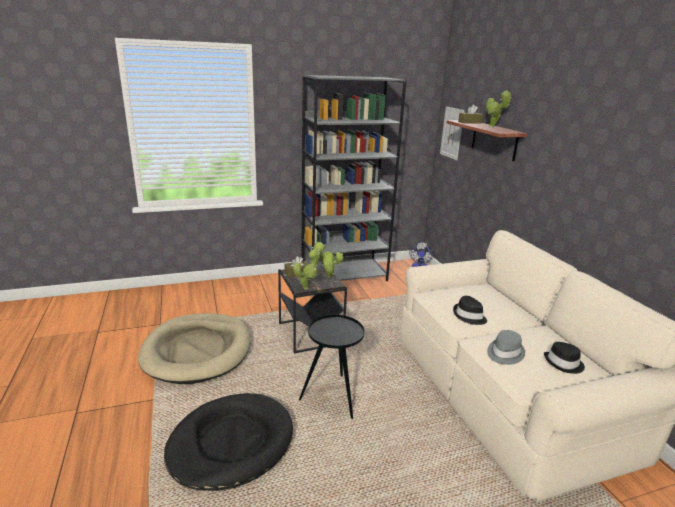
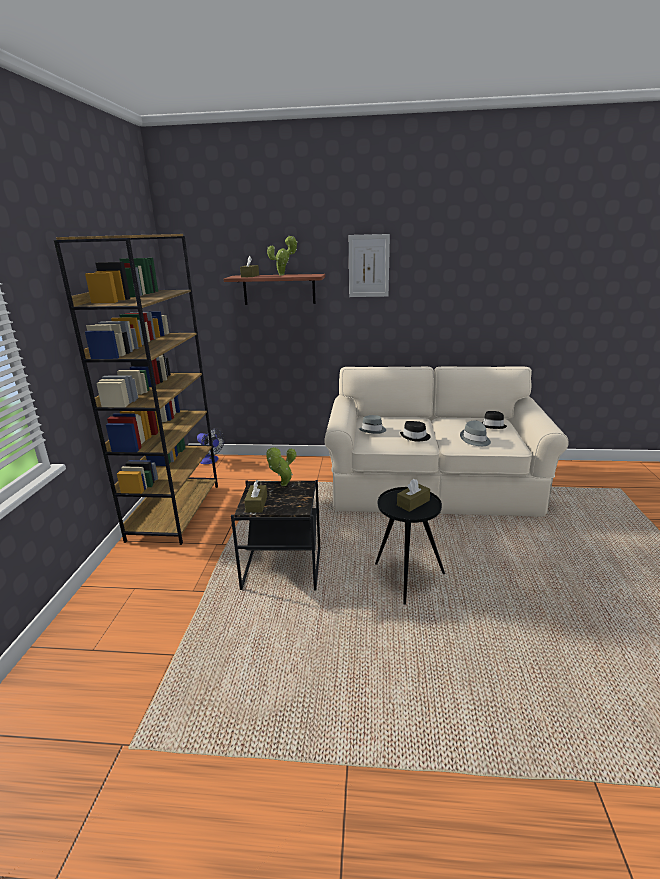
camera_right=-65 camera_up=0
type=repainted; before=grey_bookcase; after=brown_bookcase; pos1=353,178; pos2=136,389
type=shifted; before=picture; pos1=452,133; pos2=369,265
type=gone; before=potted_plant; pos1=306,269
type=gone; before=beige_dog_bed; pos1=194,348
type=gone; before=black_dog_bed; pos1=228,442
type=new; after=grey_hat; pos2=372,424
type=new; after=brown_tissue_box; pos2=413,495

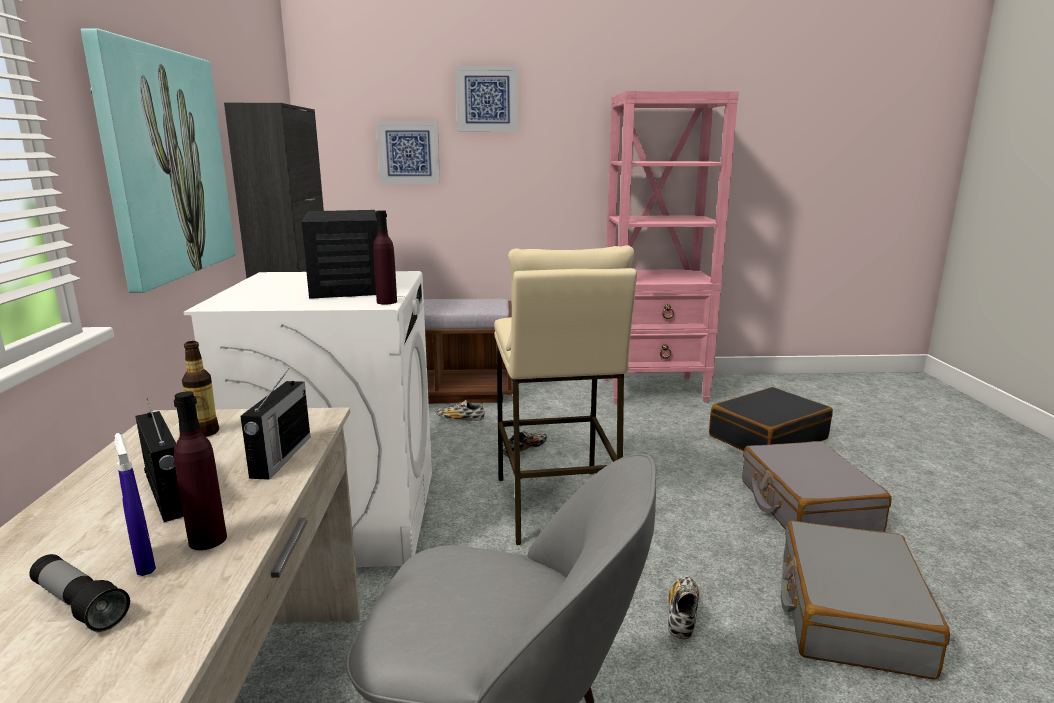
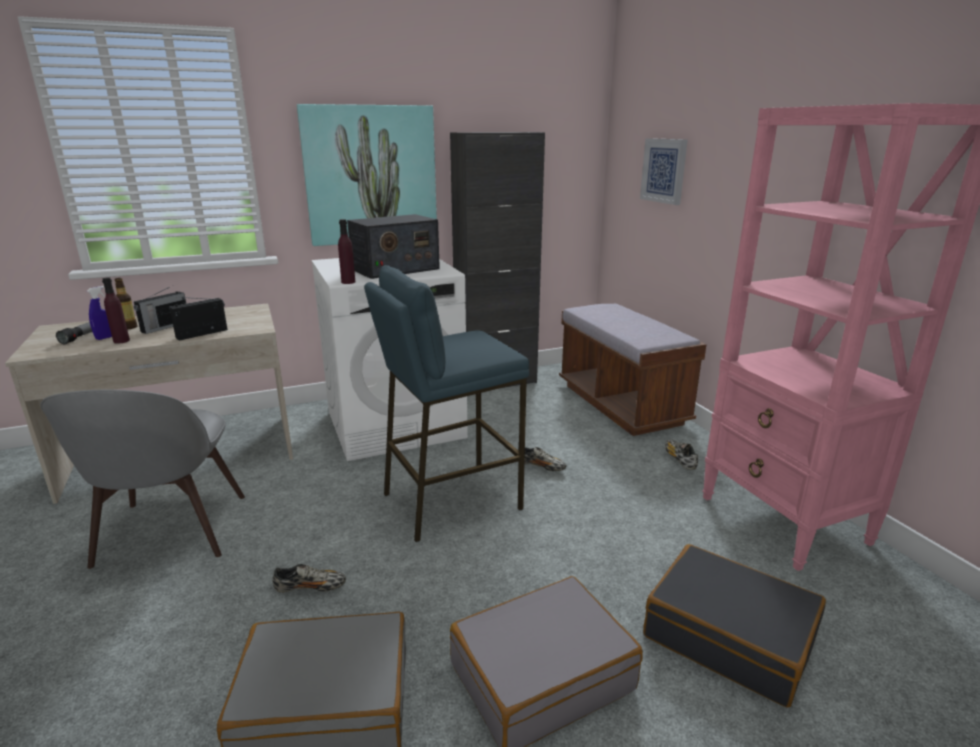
camera_right=70 camera_up=5
type=gone; before=picture; pos1=486,99
type=repainted; before=beige_stool; after=blue_stool; pos1=565,395; pos2=446,403
type=shifted; before=bottle; pos1=200,389; pos2=125,303
type=rotated; before=radio; pos1=276,424; pos2=198,319; turn=150
type=shifted; before=shoe; pos1=460,410; pos2=681,454

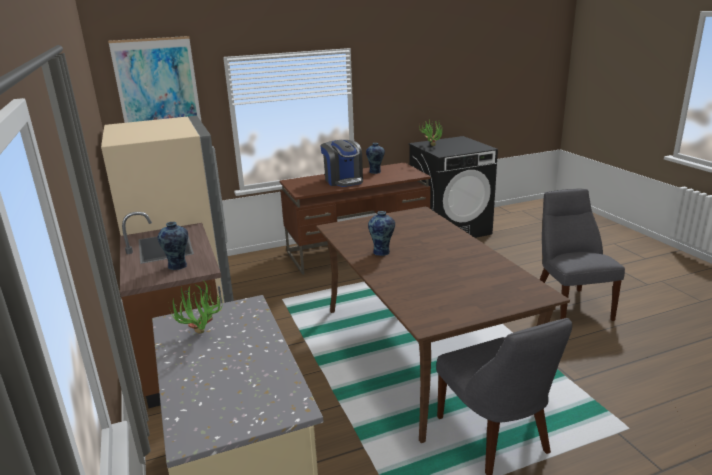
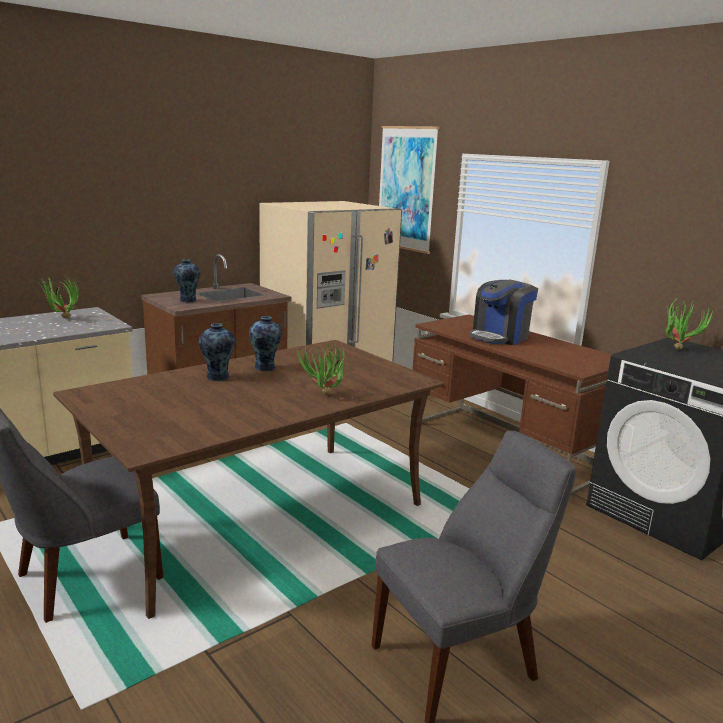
camera_right=70 camera_up=-5
type=shifted; before=vase; pos1=375,158; pos2=217,352
type=new; after=potted_plant; pos2=321,368

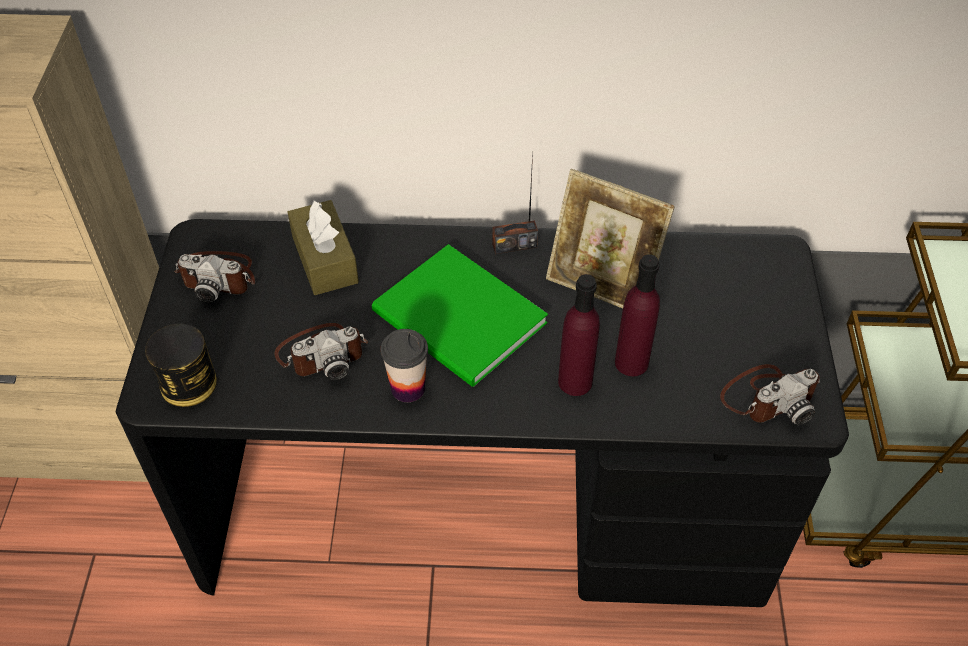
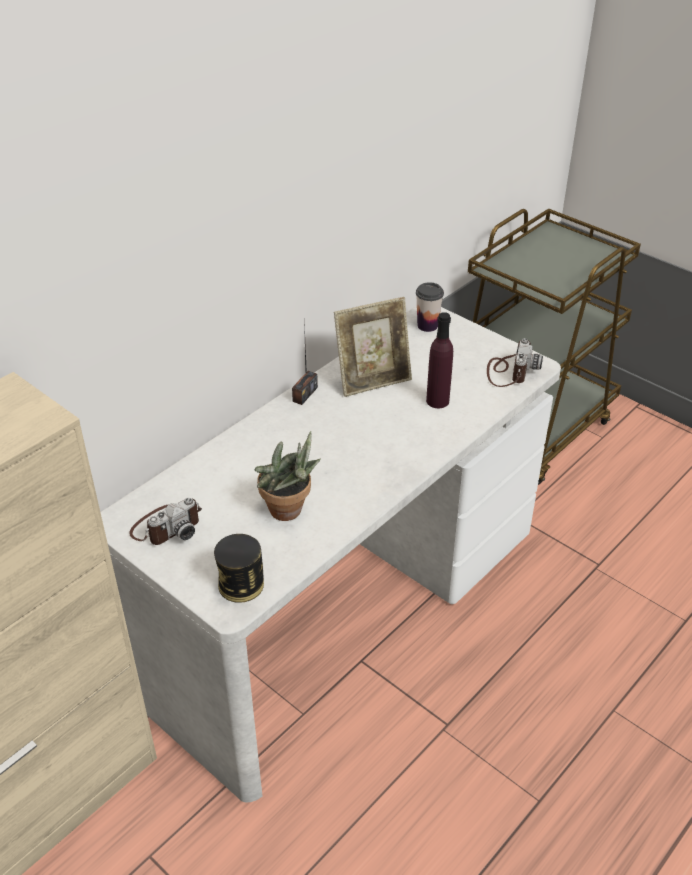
camera_right=-50 camera_up=-10
type=gone; before=brown_tissue_box; pos1=323,247
type=repainted; before=black_desk; after=white_desk; pos1=482,413; pos2=331,554
type=gone; before=green_book; pos1=460,315
type=gone; before=purple_bottle; pos1=579,335
type=swapped; before=photo_camera; after=potted_plant; pos1=321,351; pos2=287,476
type=shifted; before=cup; pos1=404,365; pos2=430,307

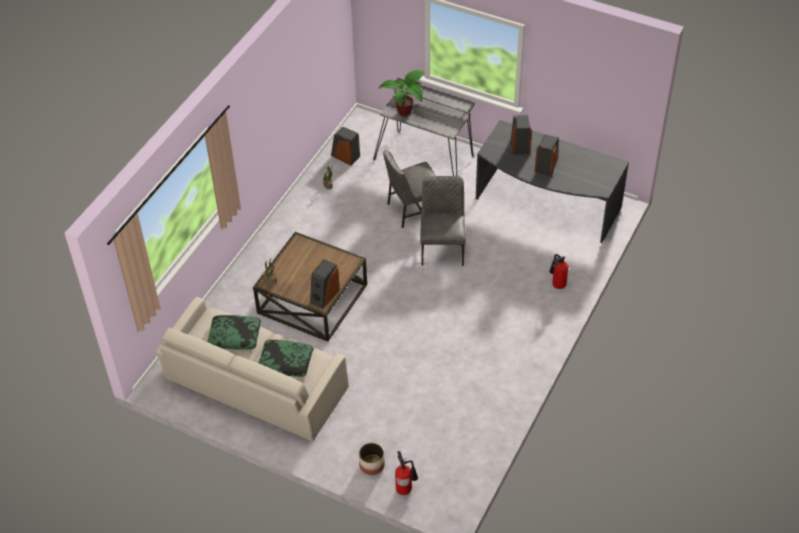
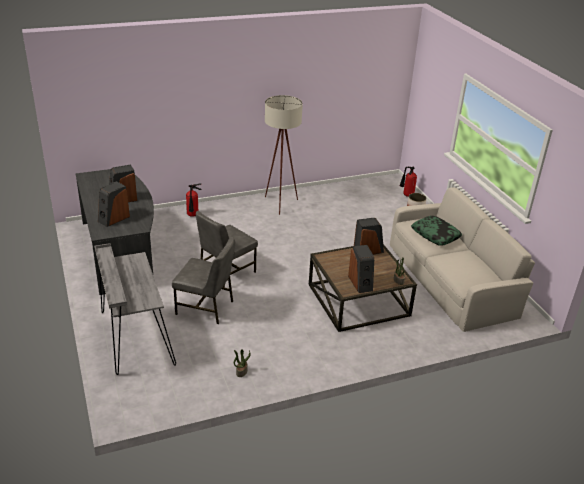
camera_right=-140 camera_up=-15
type=gone; before=potted_plant; pos1=402,93
type=shifted; before=speaker; pos1=345,146; pos2=361,269
type=gone; before=pillow; pos1=234,332
type=new; after=beige_floor_lamp; pos2=284,155

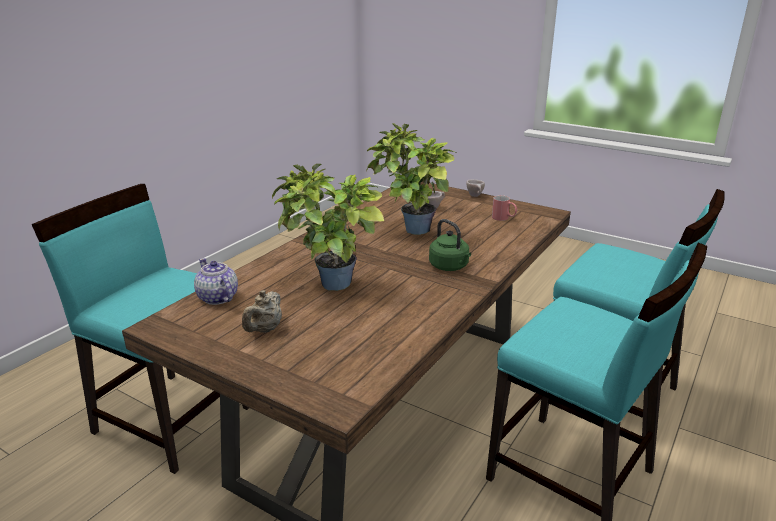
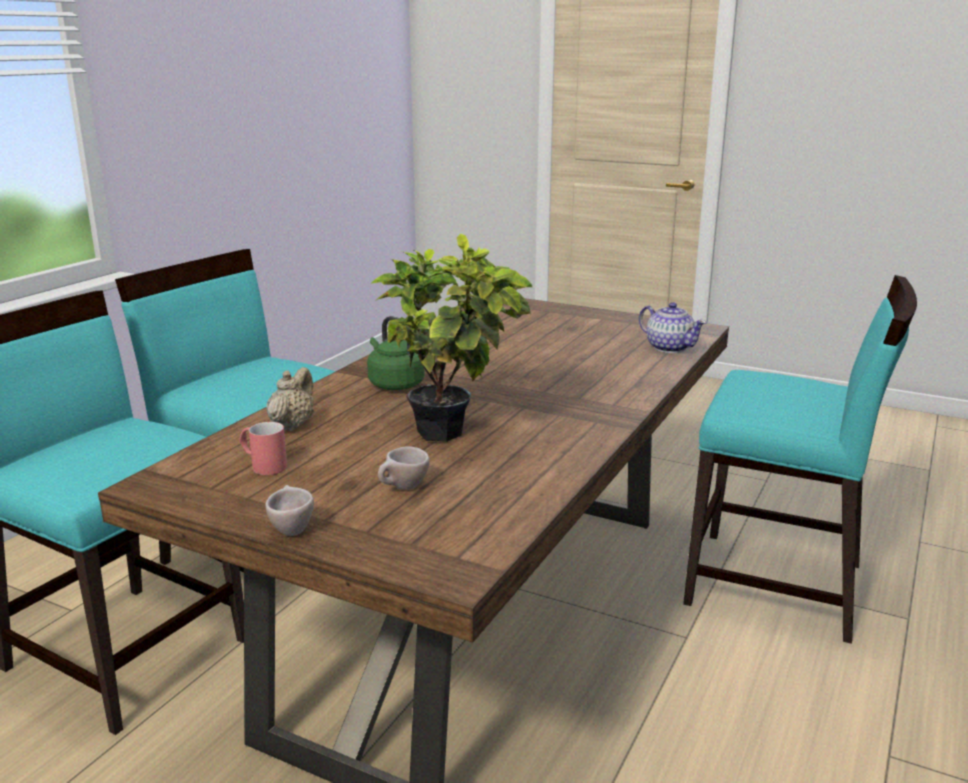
camera_right=175 camera_up=-5
type=gone; before=potted_plant; pos1=328,227
type=shifted; before=beige_teapot; pos1=262,311; pos2=290,399

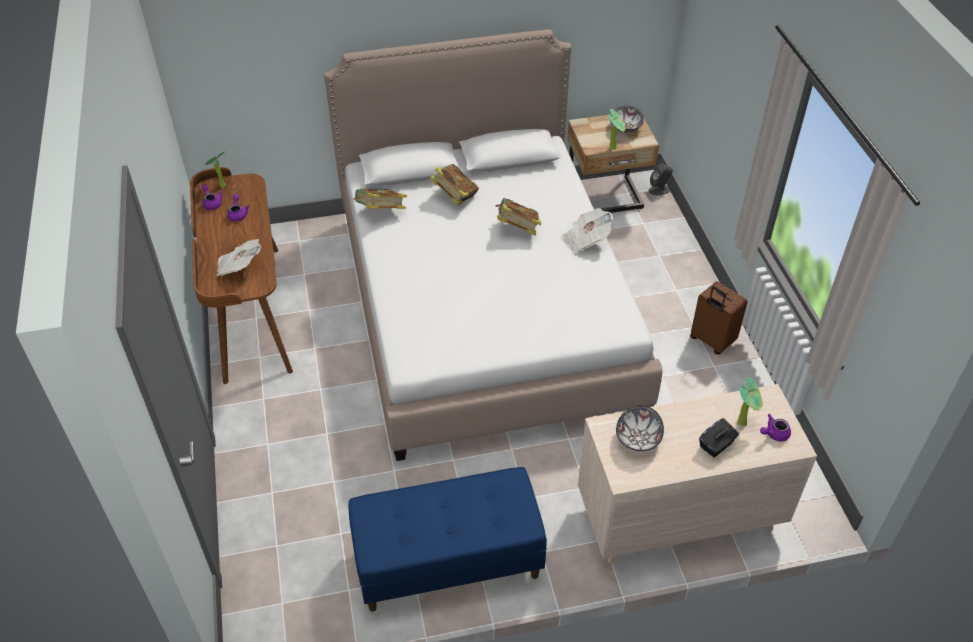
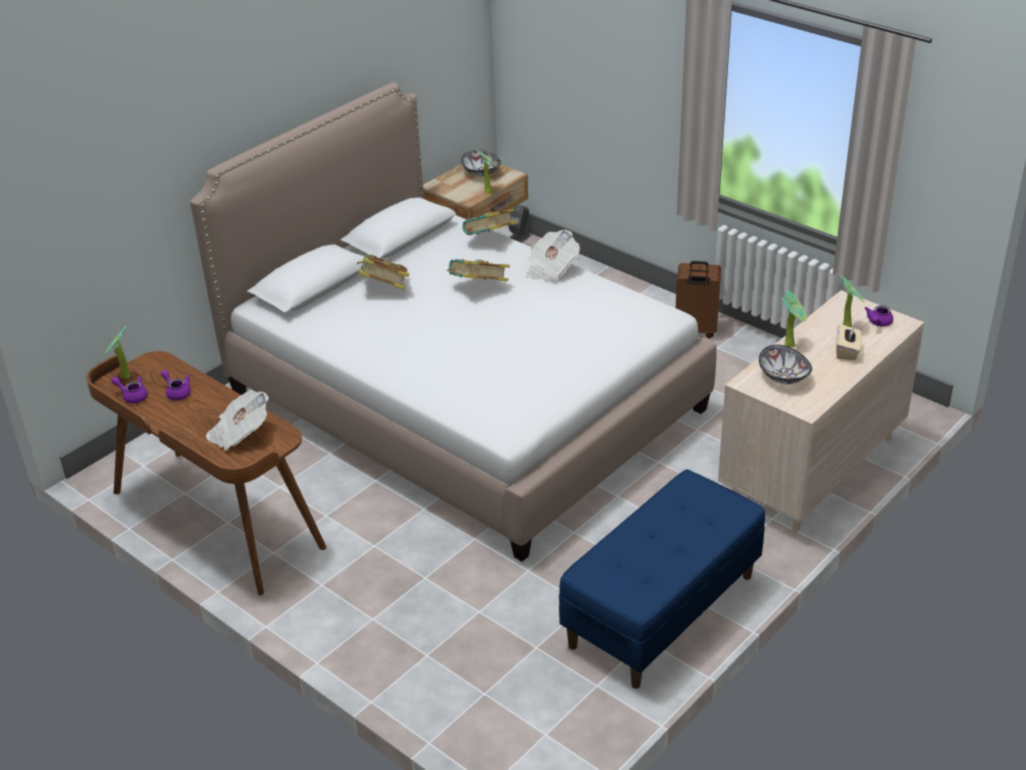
camera_right=-35 camera_up=-10
type=shifted; before=book; pos1=380,199; pos2=489,221
type=repainted; before=black_tissue_box; after=beige_tissue_box; pos1=719,437; pos2=849,342
type=new; after=potted_plant; pos2=794,318

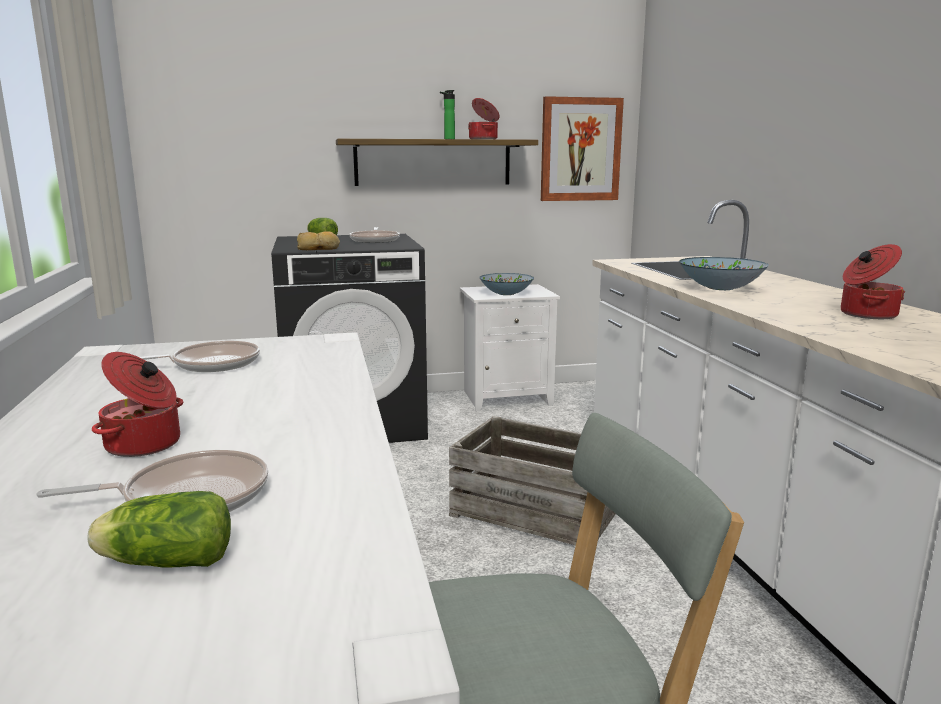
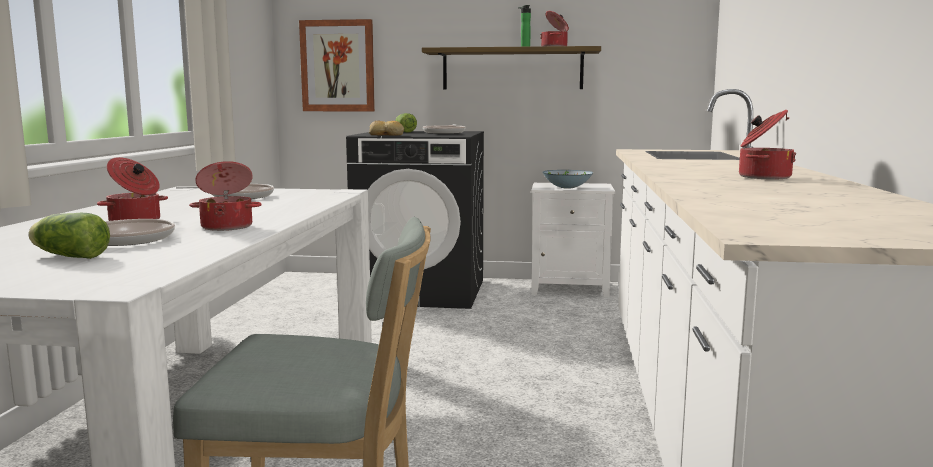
camera_right=20 camera_up=-5
type=shifted; before=picture; pos1=582,148; pos2=337,65
type=gone; before=bowl; pos1=724,273
type=gone; before=crate; pos1=532,480
type=new; after=cooking_pot; pos2=225,196

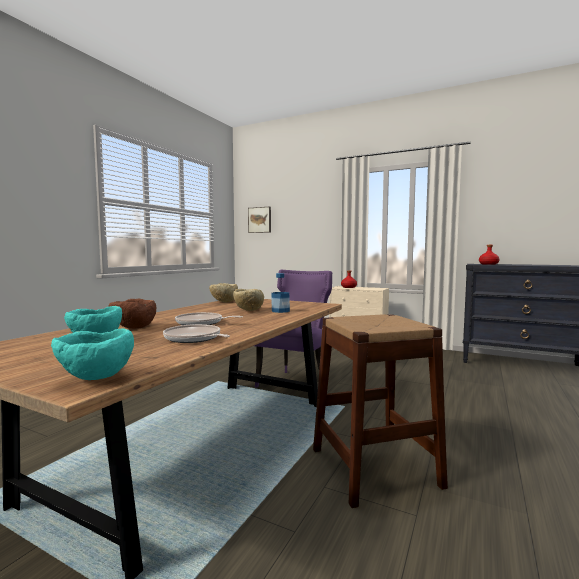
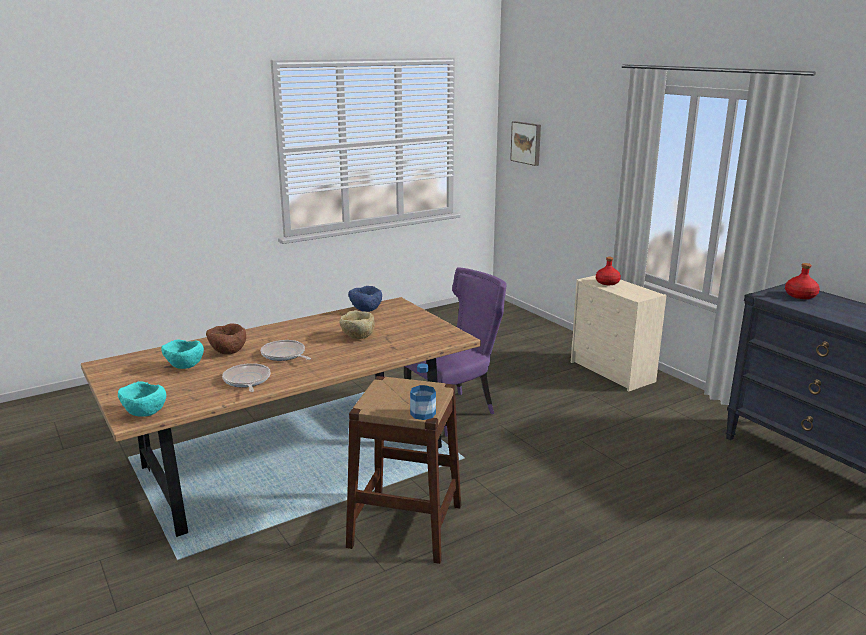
camera_right=30 camera_up=15
type=shifted; before=bottle; pos1=280,293; pos2=423,391
type=repainted; before=beige_bowl; after=blue_bowl; pos1=223,292; pos2=365,299

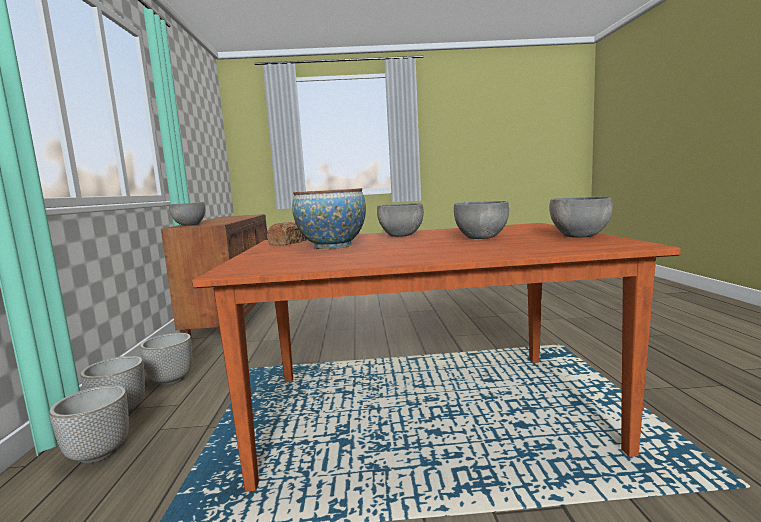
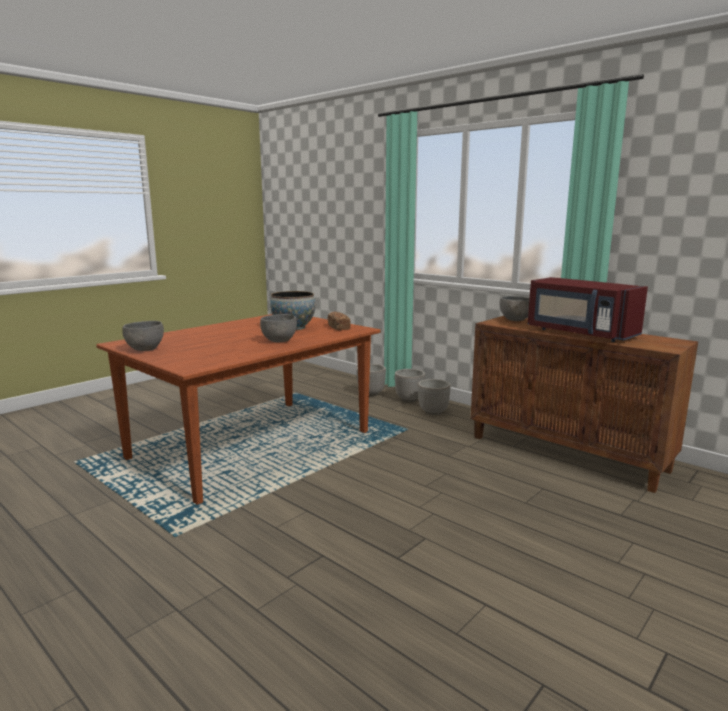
camera_right=135 camera_up=5
type=gone; before=grey_bowl; pos1=481,220
type=new; after=red_microwave; pos2=588,309

